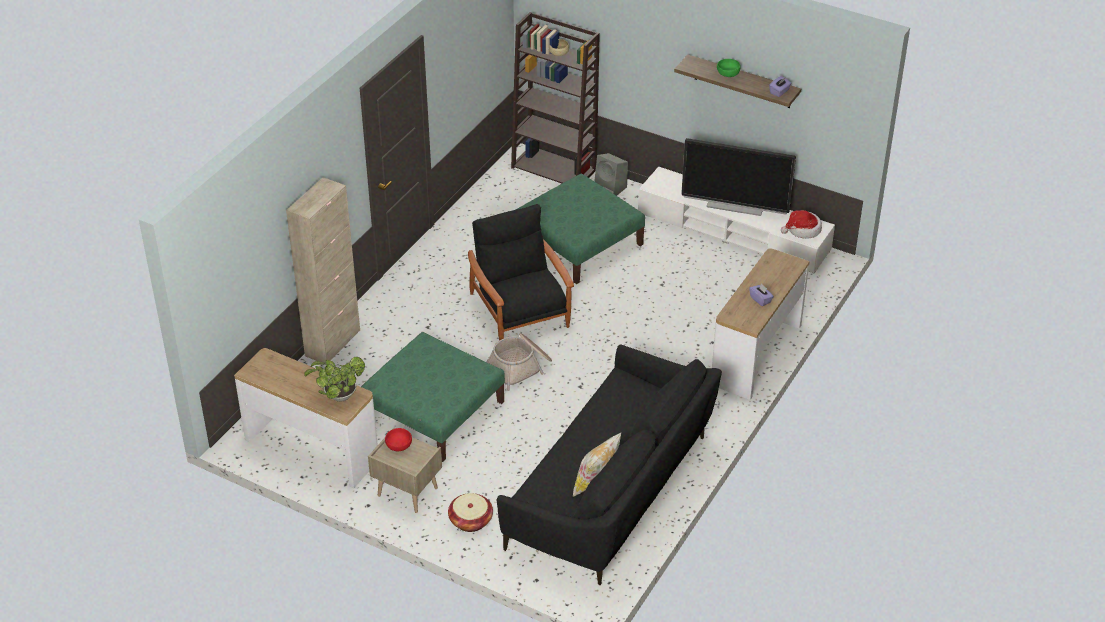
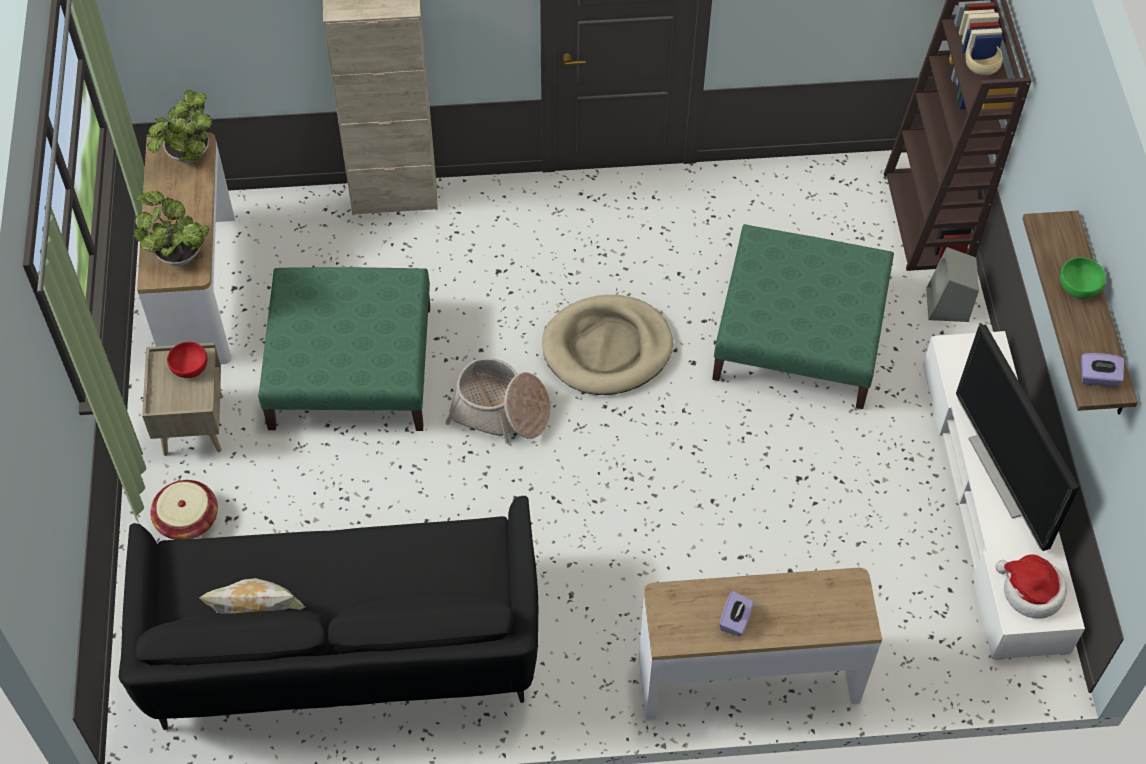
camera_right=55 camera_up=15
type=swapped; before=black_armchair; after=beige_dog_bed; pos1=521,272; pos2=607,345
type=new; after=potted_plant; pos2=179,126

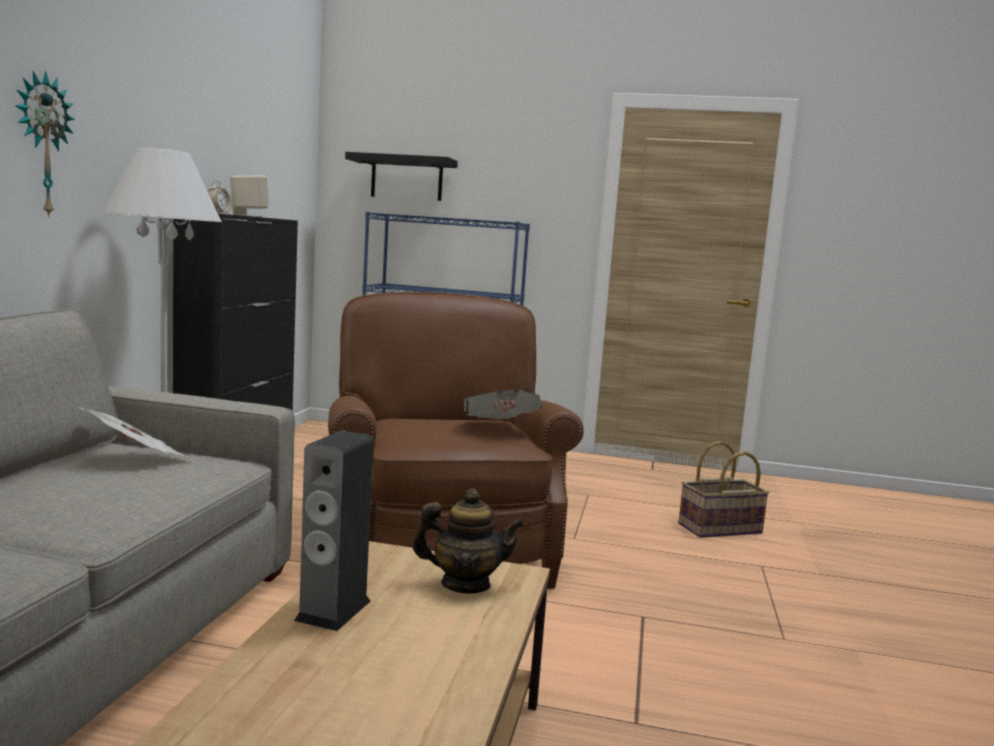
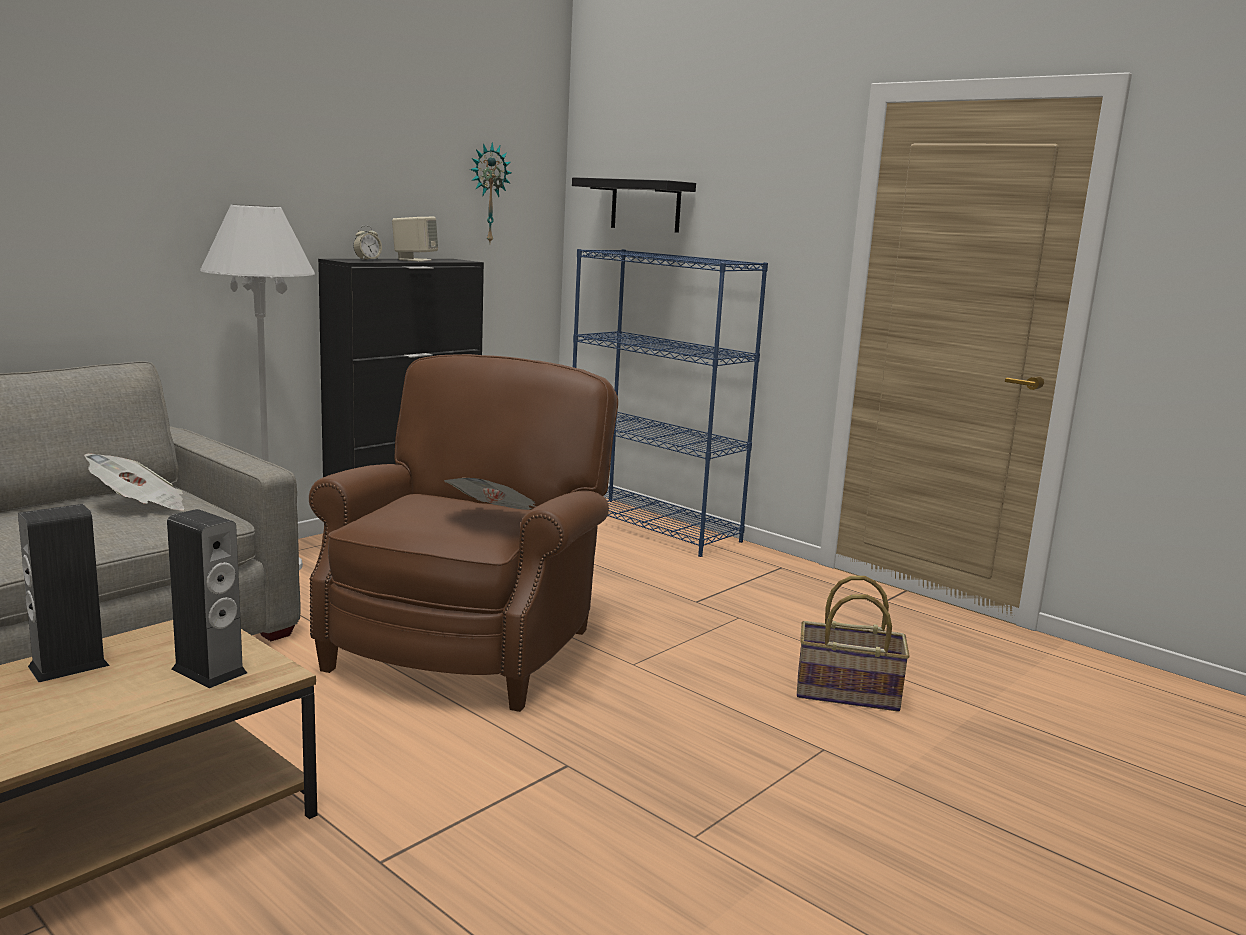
camera_right=30 camera_up=5
type=shifted; before=wall_clock; pos1=45,144; pos2=491,192
type=swapped; before=teapot; after=speaker; pos1=468,541; pos2=207,598

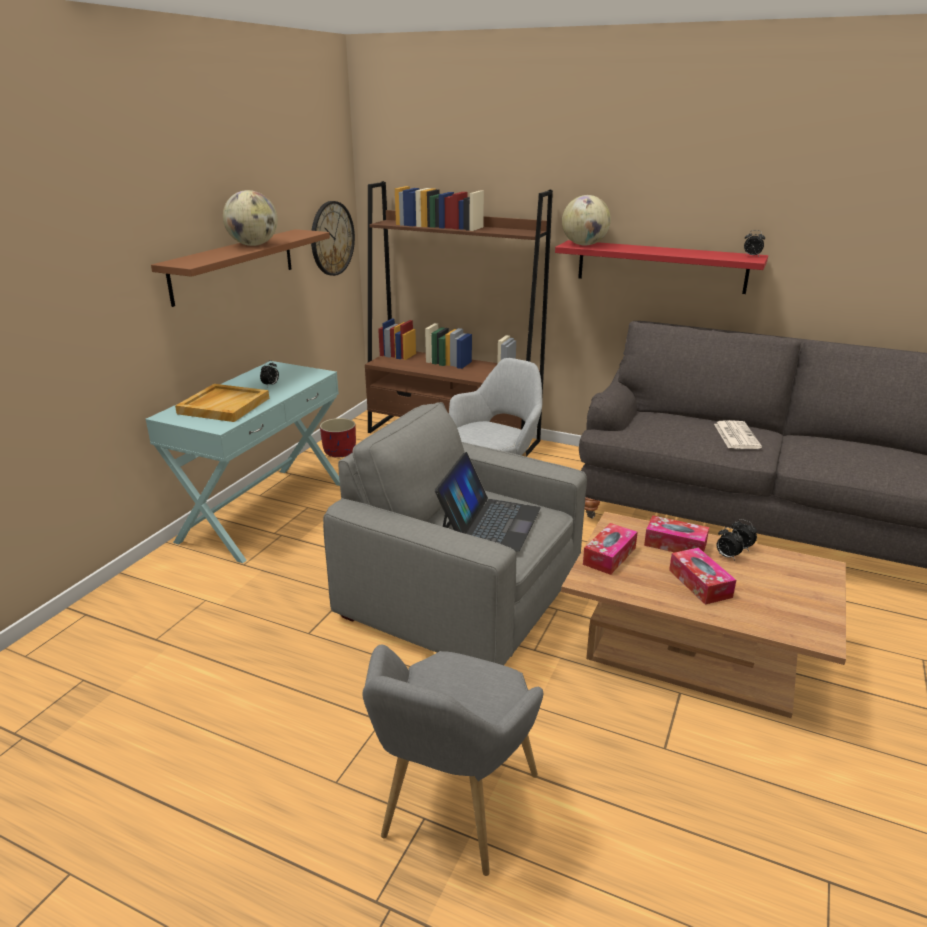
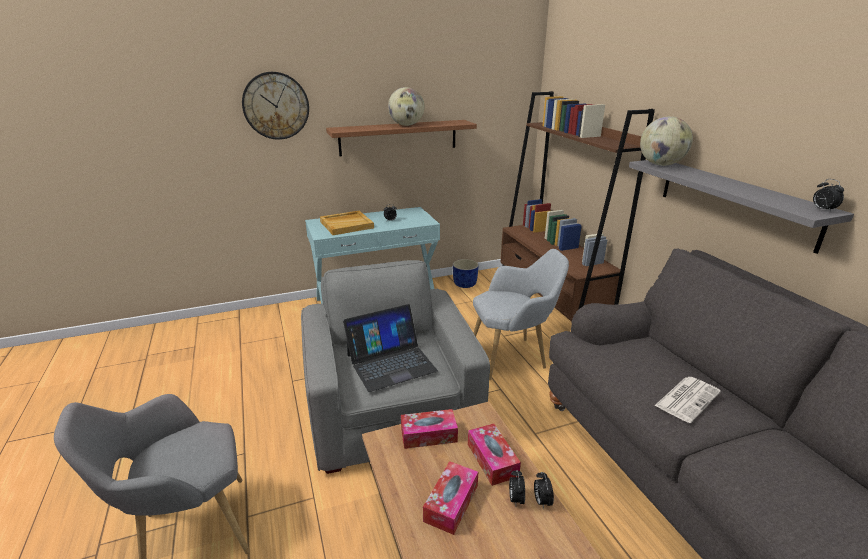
camera_right=45 camera_up=0
type=shifted; before=wall_clock; pos1=333,238; pos2=275,106
type=repainted; before=red_shelf; after=grey_shelf; pos1=661,267; pos2=741,207
type=repainted; before=red_planter; after=blue_planter; pos1=338,437; pos2=466,273

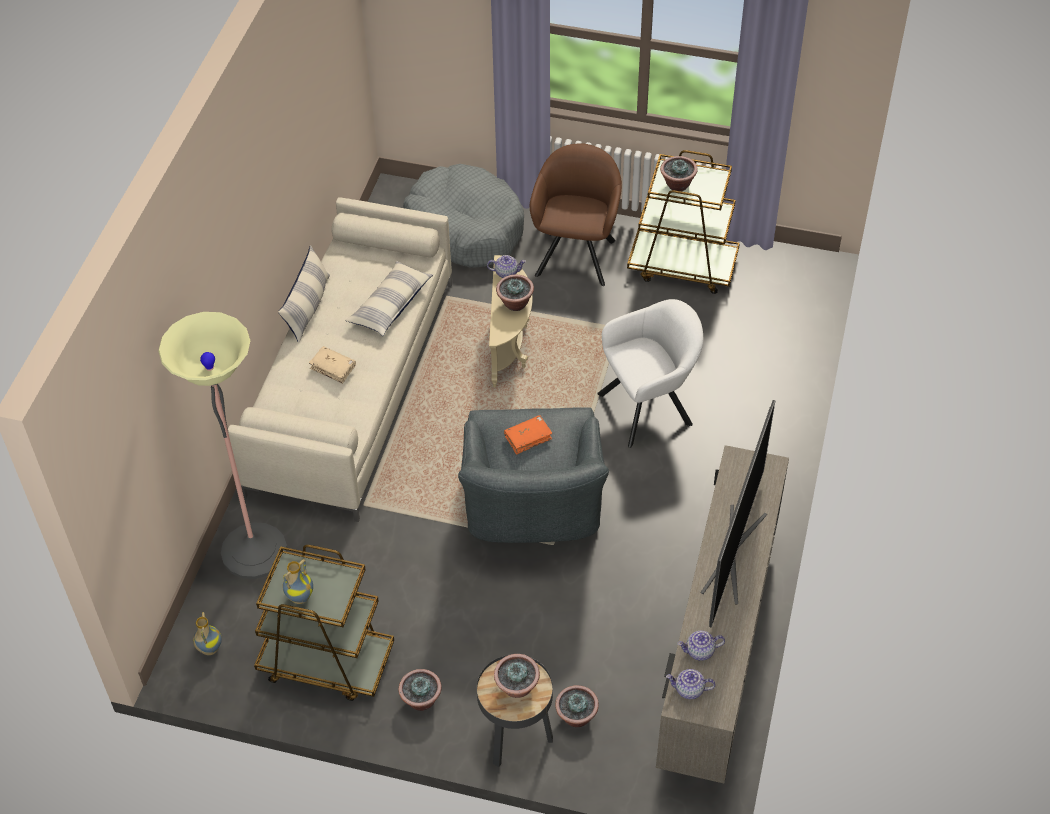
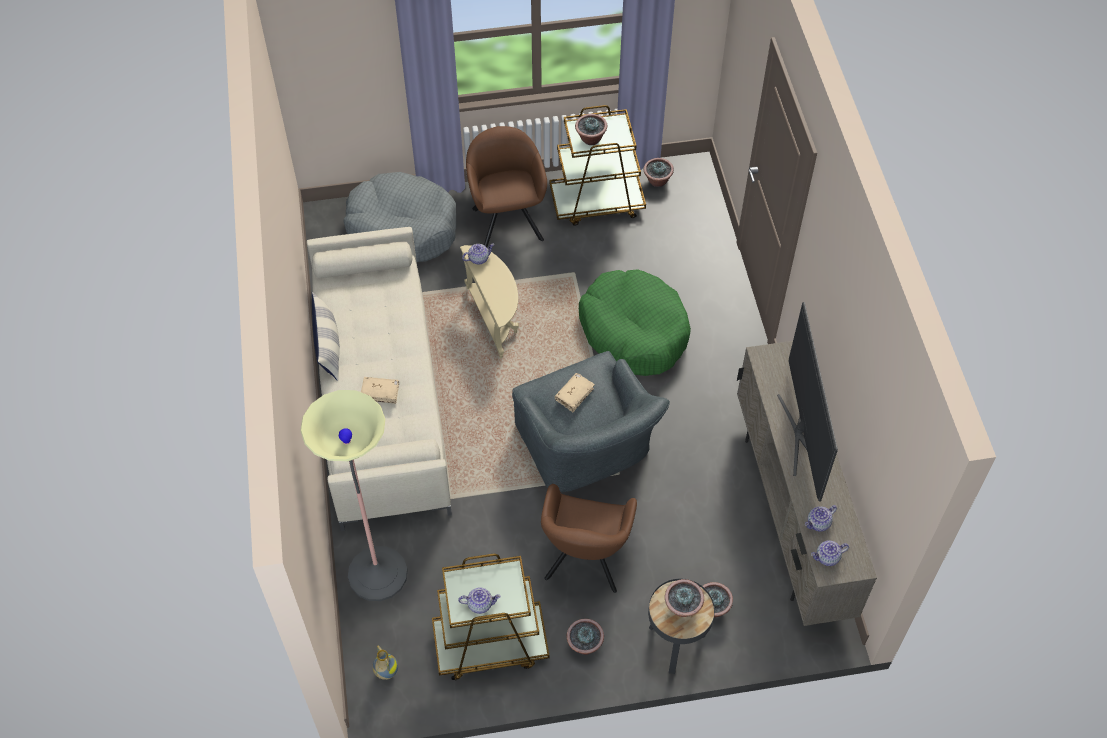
camera_right=-25 camera_up=5
type=gone; before=pillow; pos1=389,298
type=shifted; before=potted_plant; pos1=515,292; pos2=659,172
type=swapped; before=white_armchair; after=green_dog_bed; pos1=650,373; pos2=635,323
type=repainted; before=orange_book; after=beige_book; pos1=528,435; pos2=575,392
type=swapped; before=vase; after=teapot; pos1=298,581; pos2=479,601
type=new; after=brown_armchair; pos2=589,538

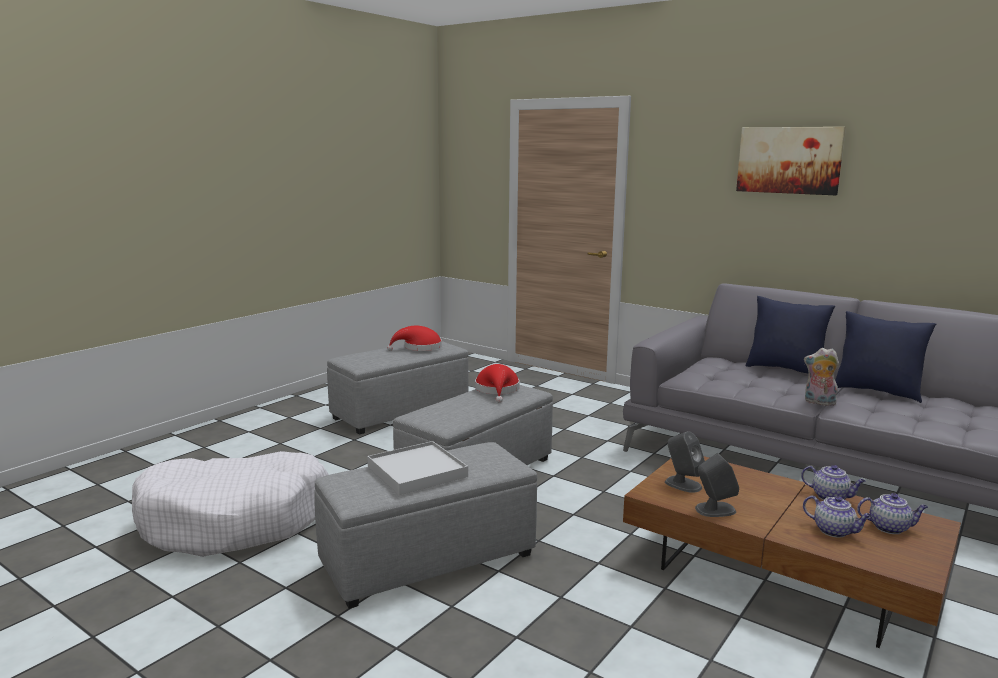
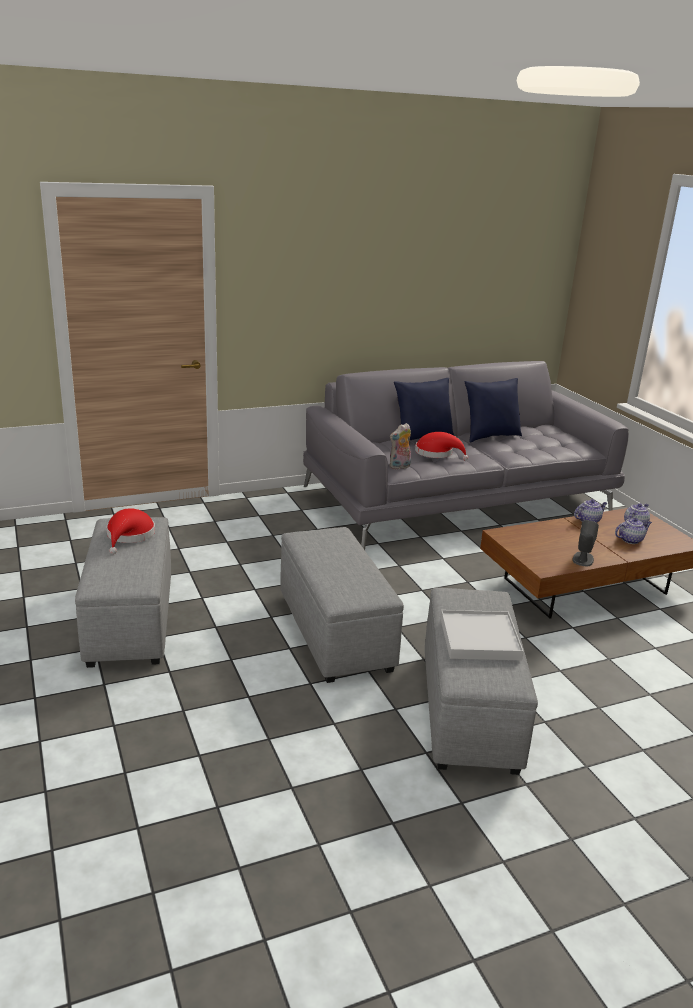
camera_right=-60 camera_up=10
type=gone; before=picture; pos1=791,161
type=shifted; before=plush_toy; pos1=821,377; pos2=400,446
type=shifted; before=red_hat; pos1=497,383; pos2=442,446
type=gone; before=grey_speaker; pos1=685,462
type=gone; before=white_dog_bed; pos1=230,504

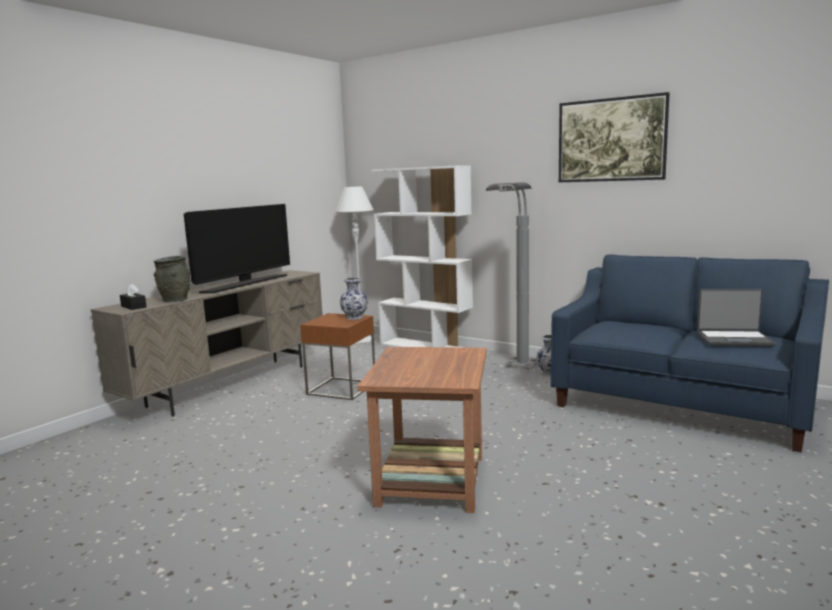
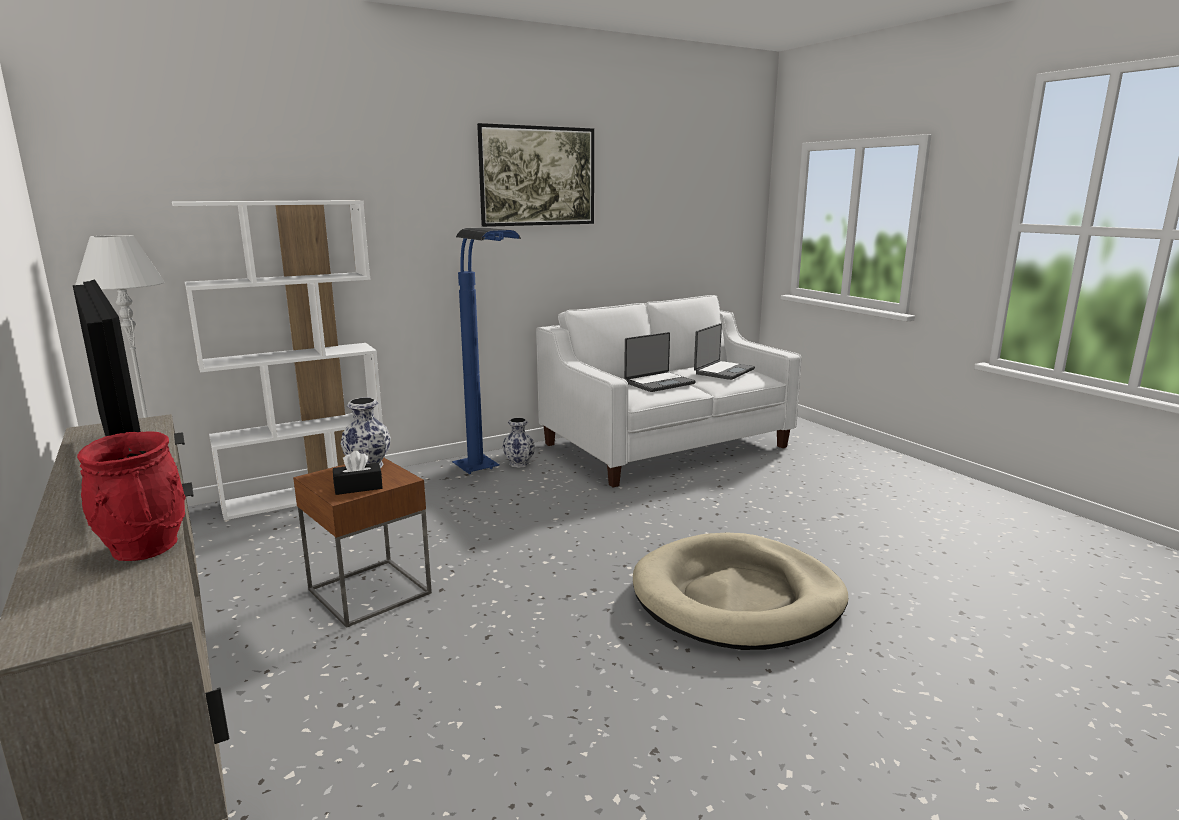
camera_right=-65 camera_up=5
type=repainted; before=grey_floor_lamp; after=blue_floor_lamp; pos1=511,275; pos2=486,351
type=repainted; before=blue_sofa; after=white_sofa; pos1=690,353; pos2=669,391
type=repainted; before=grey_vase; after=red_vase; pos1=172,279; pos2=131,496
type=shifted; before=black_tissue_box; pos1=133,297; pos2=357,473
type=swapped; before=brown_side_table; after=beige_dog_bed; pos1=422,430; pos2=740,591
type=new; after=laptop; pos2=660,362

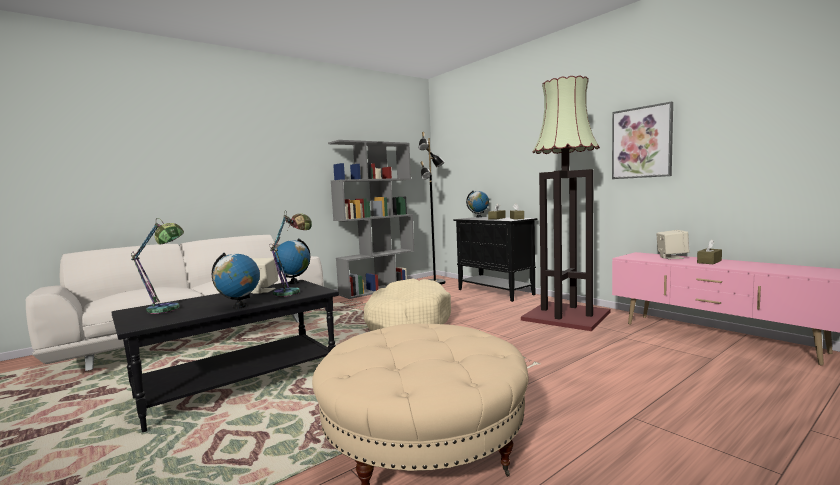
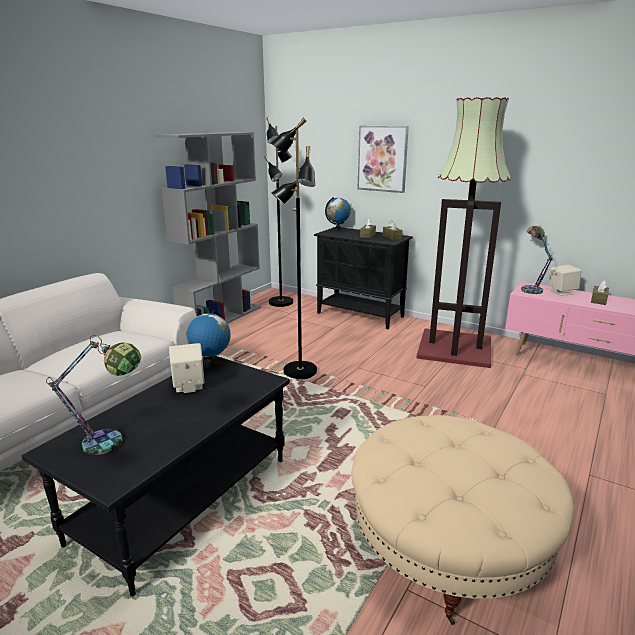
camera_right=-20 camera_up=15
type=shifted; before=picture; pos1=642,140; pos2=383,159
type=shifted; before=table_lamp; pos1=290,254; pos2=537,260
type=gone; before=globe; pos1=236,280
type=swapped; before=beige_dog_bed; after=black_floor_lamp; pos1=407,304; pos2=294,248

